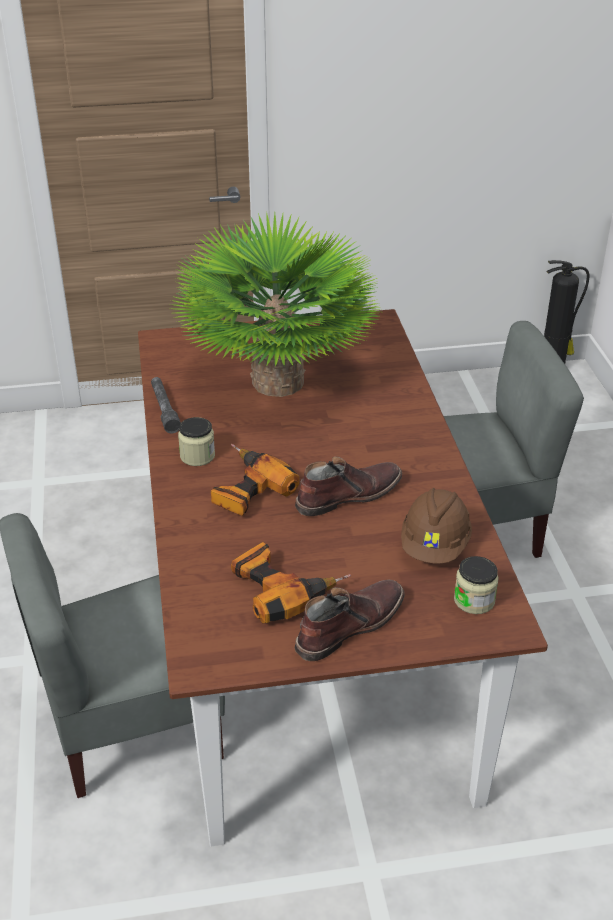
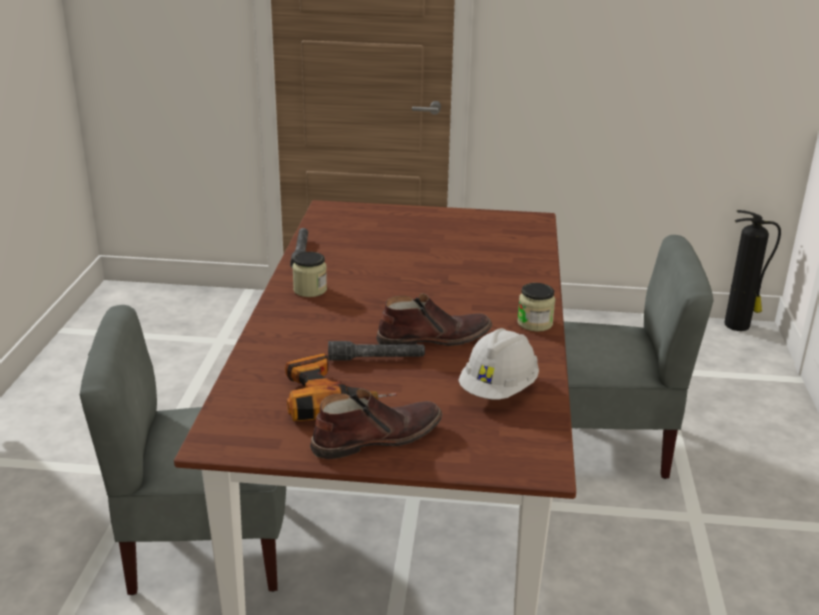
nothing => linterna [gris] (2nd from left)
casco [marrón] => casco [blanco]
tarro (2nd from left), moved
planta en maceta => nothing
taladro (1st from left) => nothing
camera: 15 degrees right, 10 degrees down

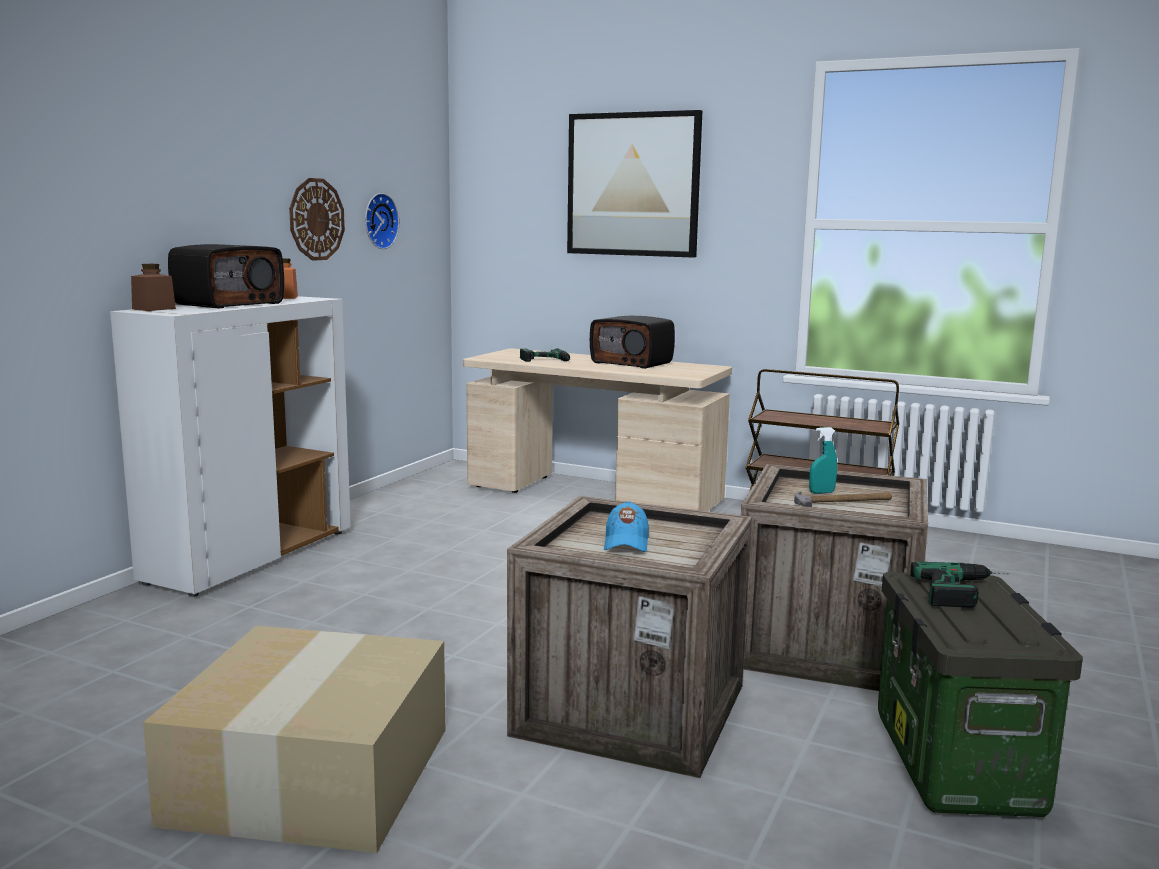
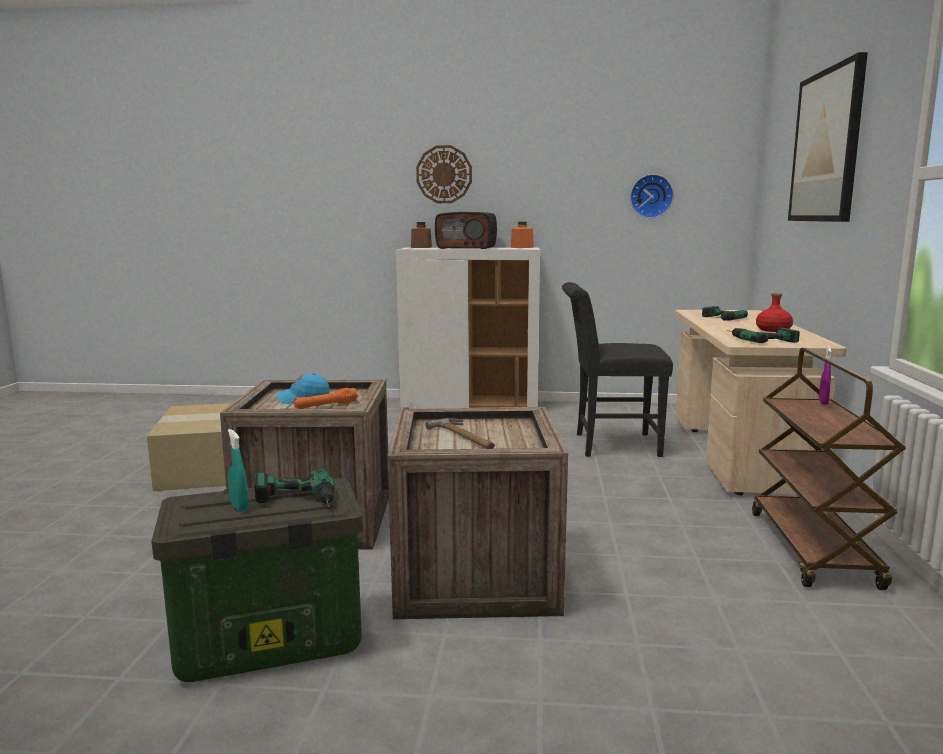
pulverizador [turquesa], moved
nothing => linterna [naranja]
reloj de pared (1st from left), moved
nothing => silla [negro]
nothing => taladro (3rd from left)
radio (2nd from left) => botella [rojo]
nothing => pulverizador [morado]
camera: 70 degrees right, 0 degrees up

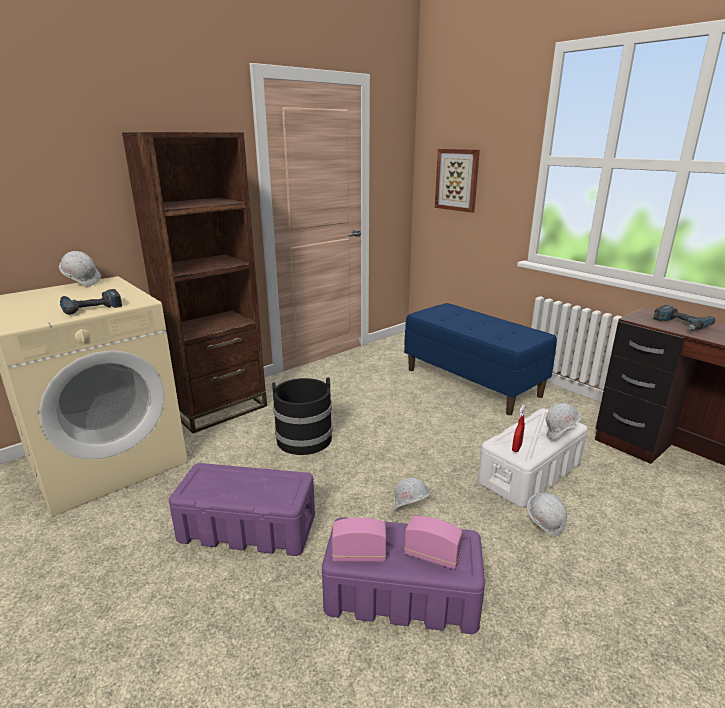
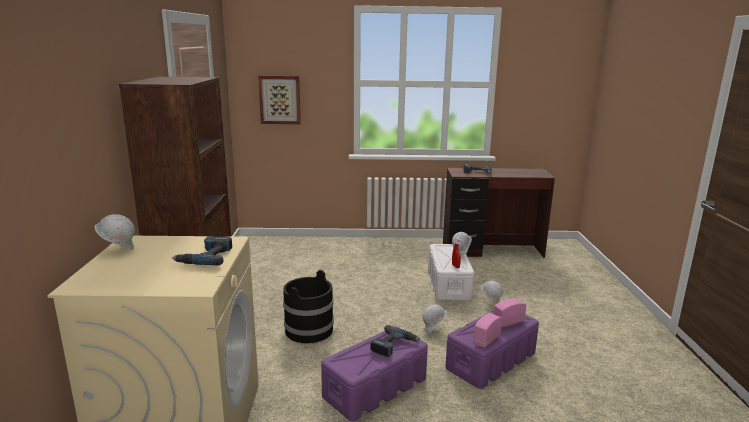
nothing => taladro (2nd from left)
banco [azul] => nothing
camera: 50 degrees left, 5 degrees down

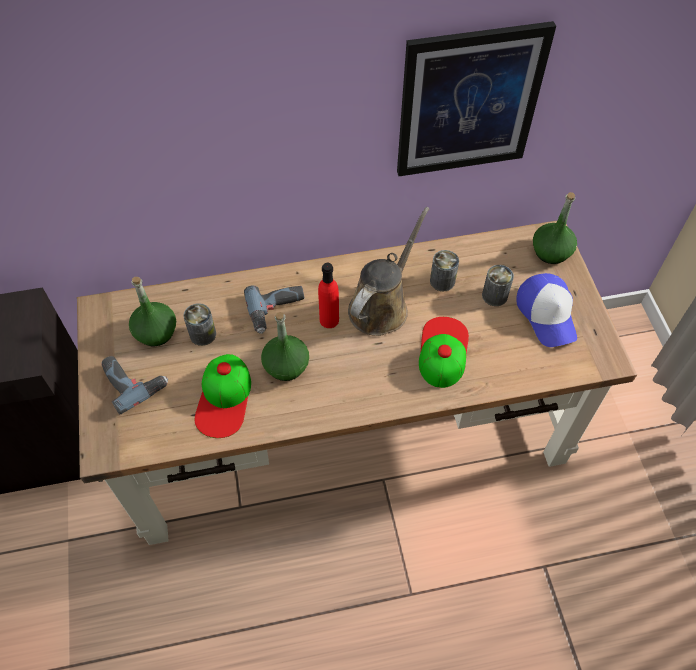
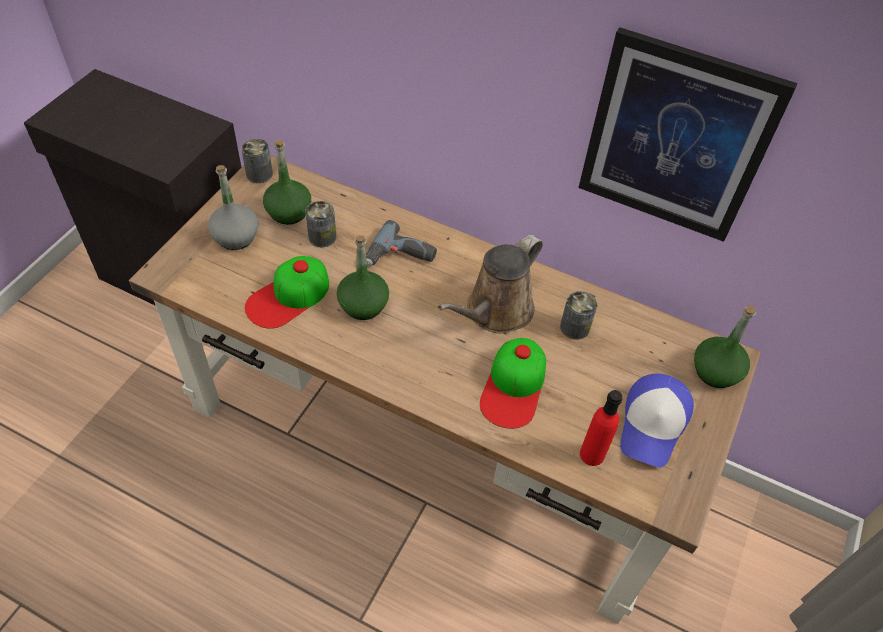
taladro (1st from left) => botella [gris]
lata (3rd from left in the first image) => lata (1st from left), moved
regadera [marrón], 150 degrees clockwise
gorra (2nd from left), 150 degrees clockwise
botella [rojo], moved
camera: 35 degrees right, 5 degrees down

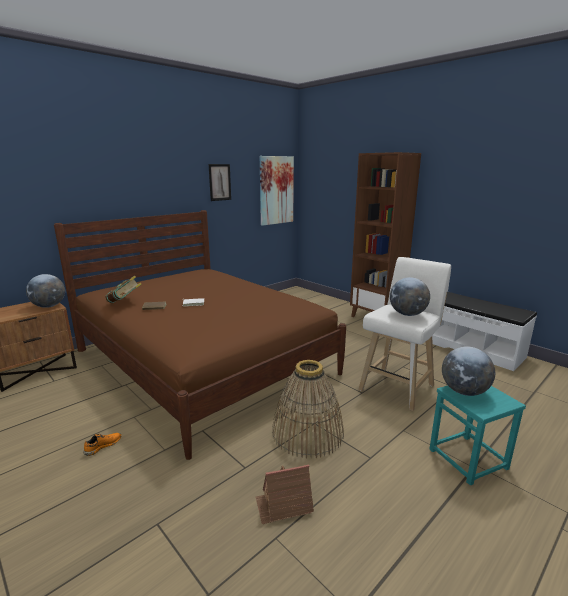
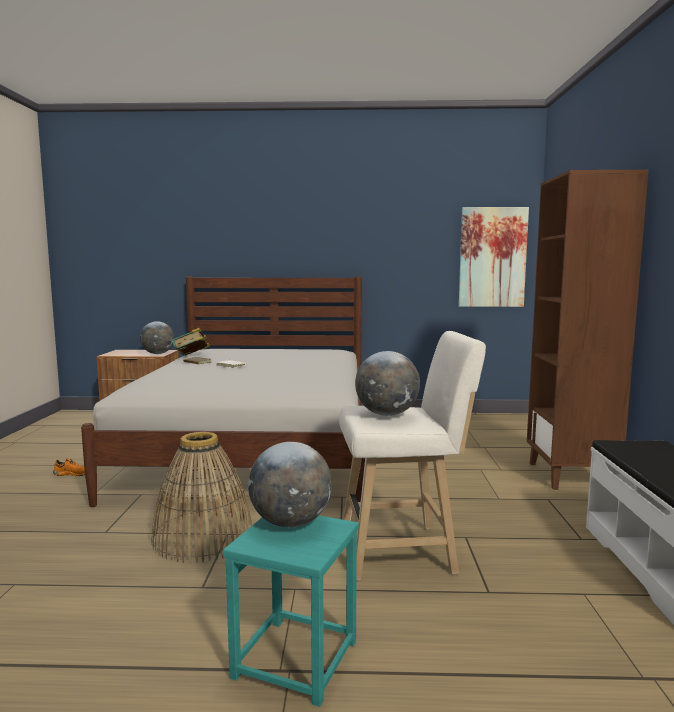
cama [marrón] => cama [blanco]
cuadro (1st from left) => nothing
casita => nothing
camera: 45 degrees right, 10 degrees down

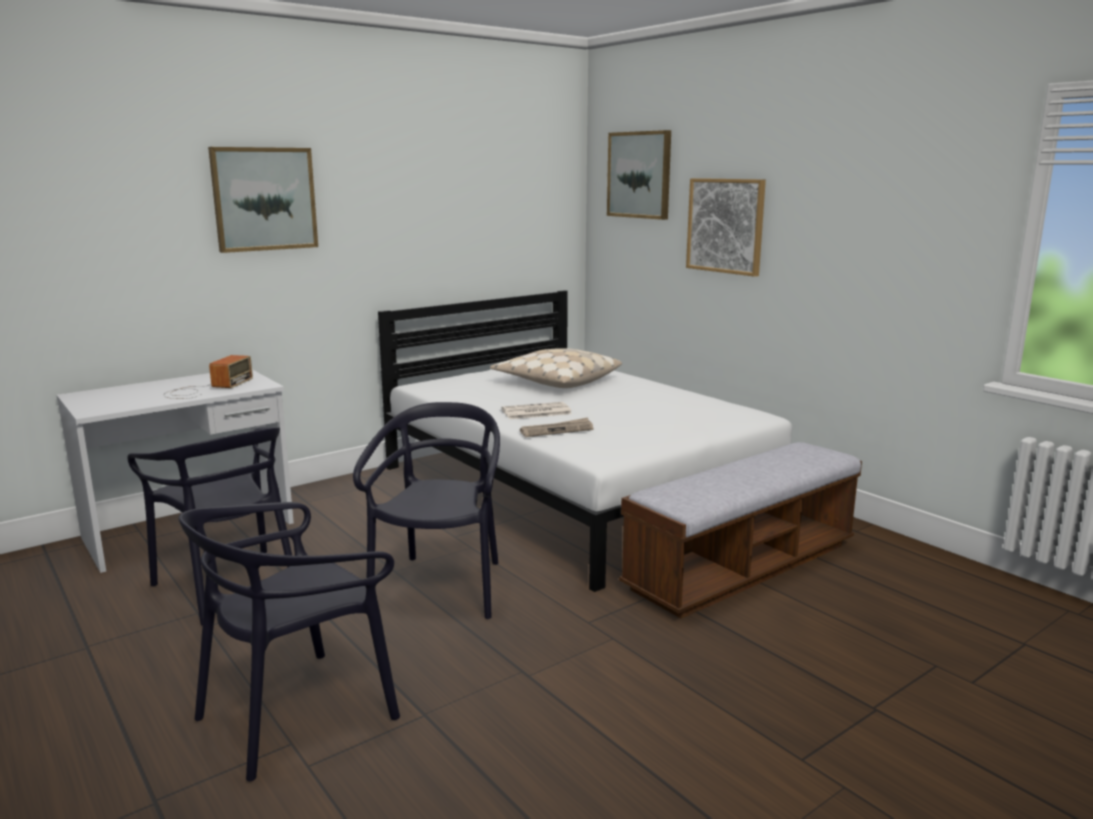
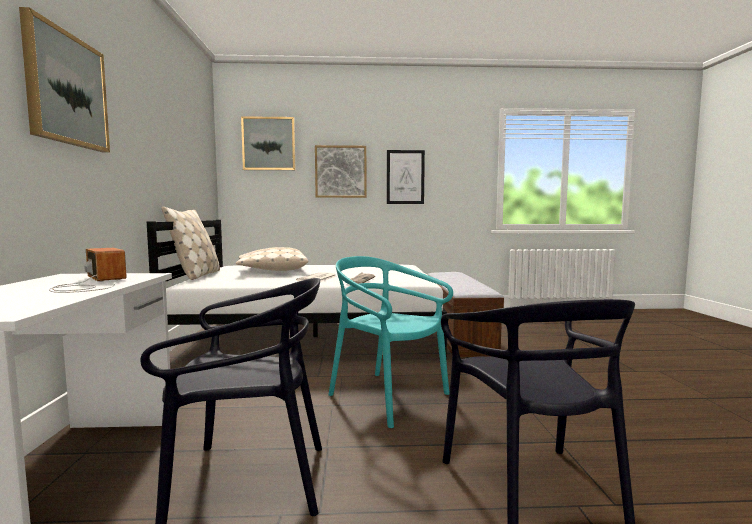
nothing => cojín [beis] (1st from left)
silla [negro] (3rd from left) => silla [turquesa]
nothing => cuadro (4th from left)
camera: 55 degrees left, 10 degrees down

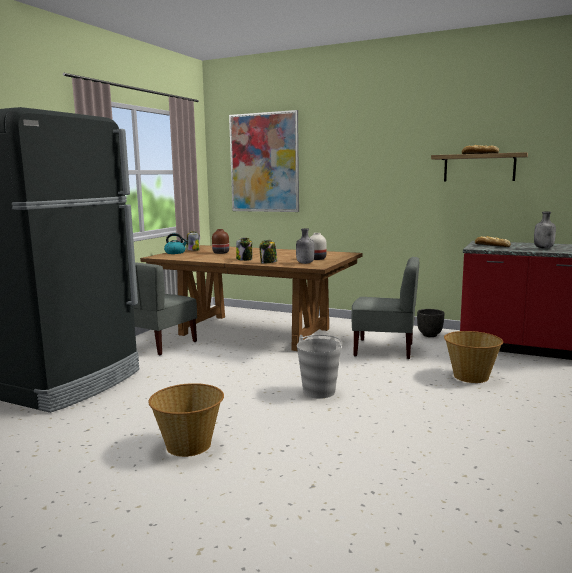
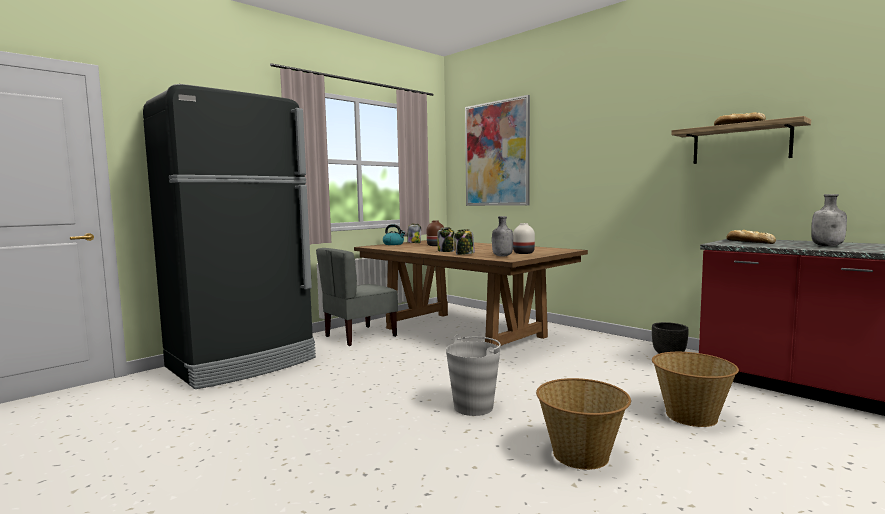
cesta (1st from left), moved
silla [gris] (2nd from left) => nothing
camera: 20 degrees right, 5 degrees down

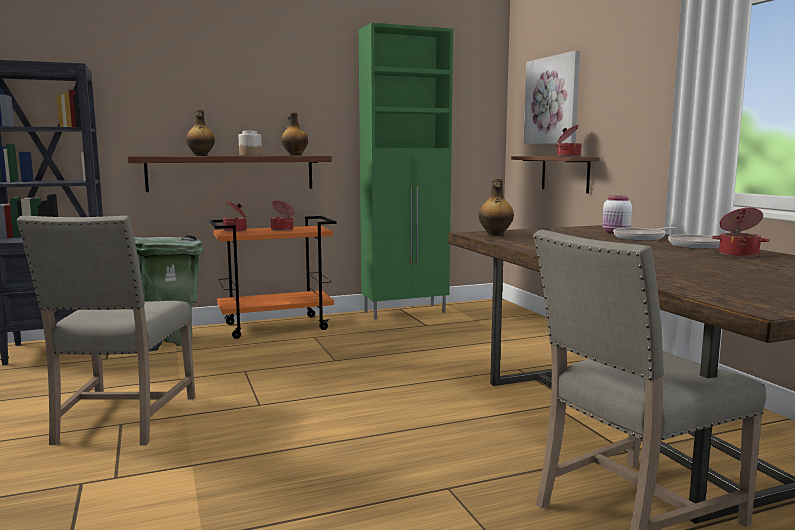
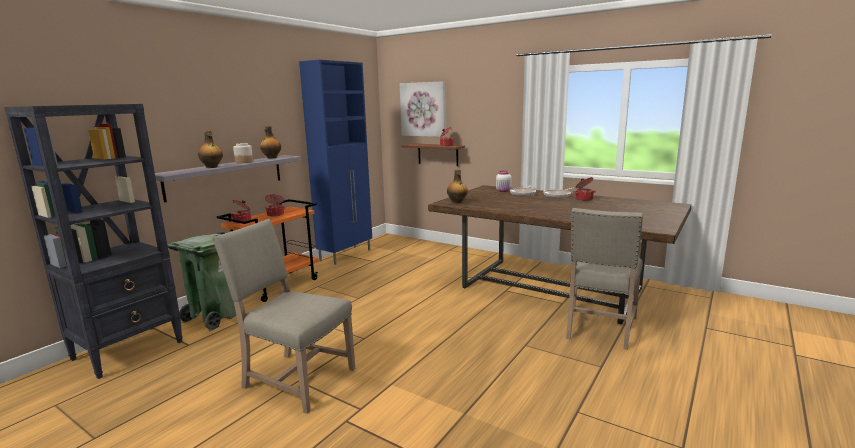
estante [marrón] (1st from left) => estante [gris]
silla [beis] (1st from left), 150 degrees clockwise
armario [verde] => armario [azul]
camera: 35 degrees left, 5 degrees up

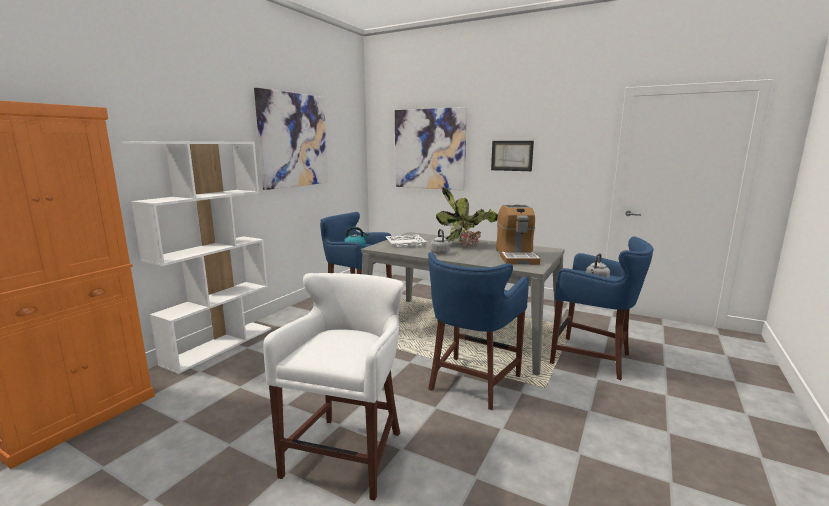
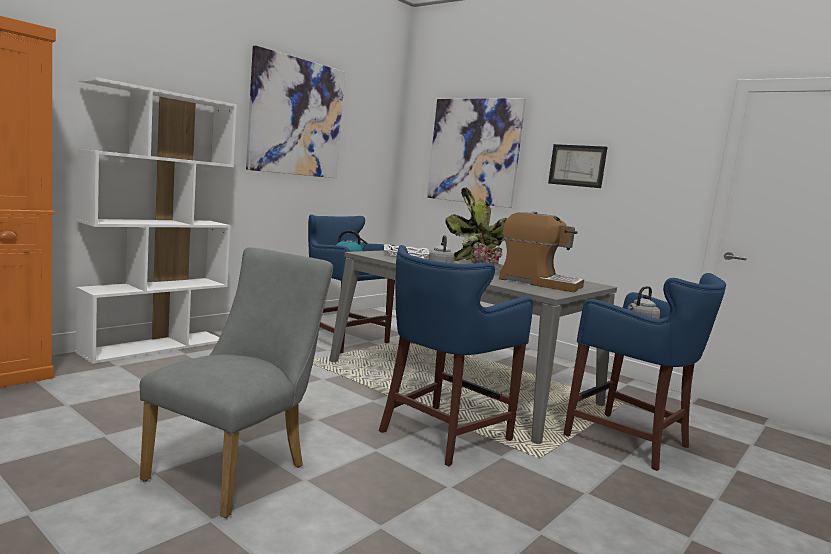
taburete [blanco] => silla [gris]
cafetera, 75 degrees counterclockwise
camera: 10 degrees right, 5 degrees down

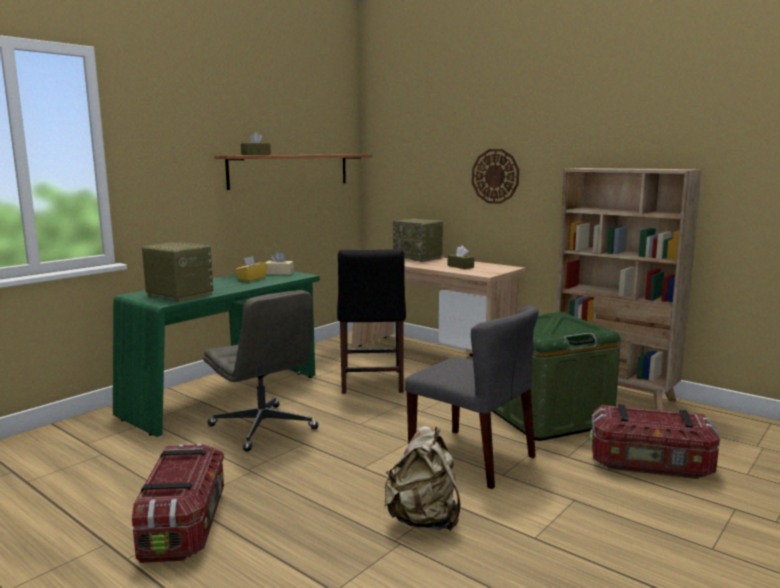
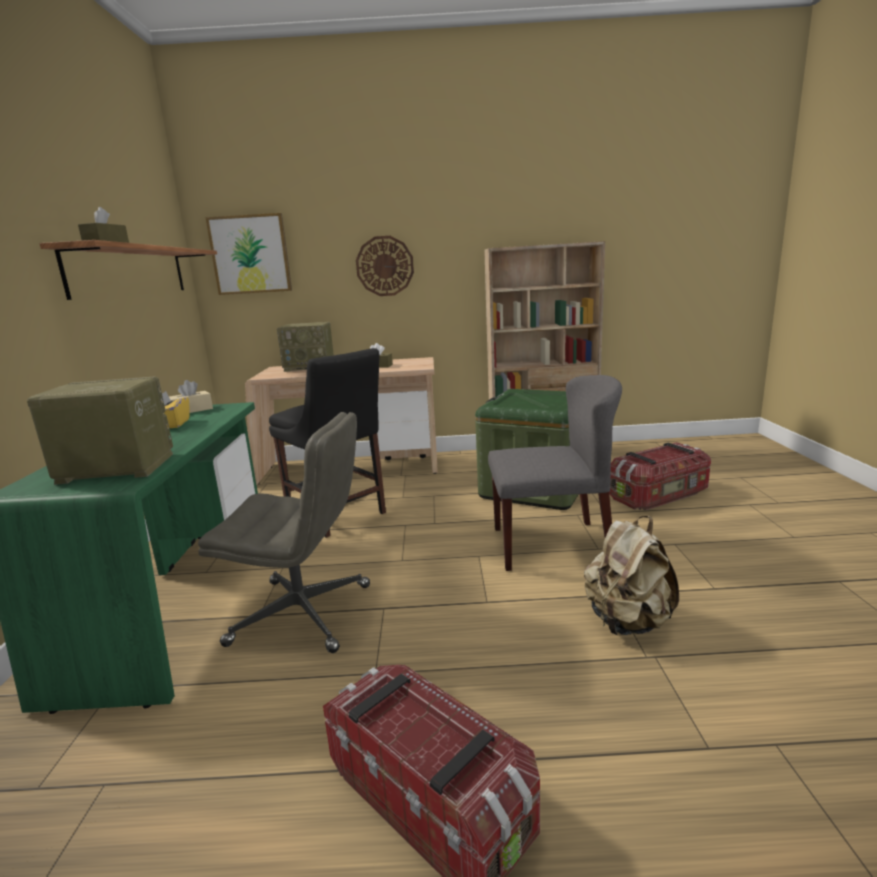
nothing => cuadro
camera: 40 degrees left, 5 degrees up

